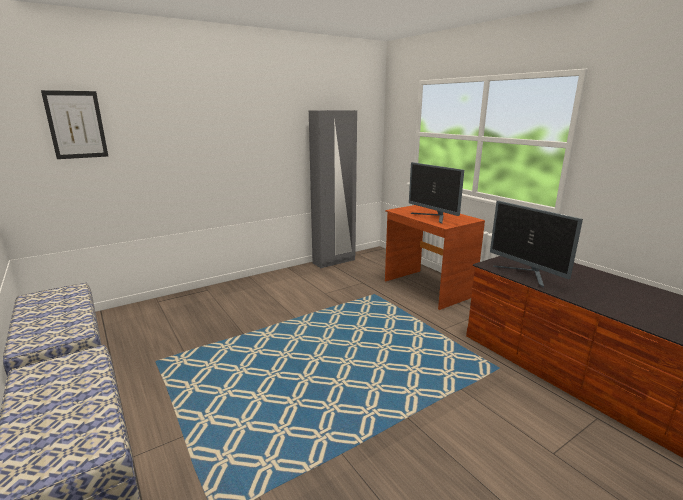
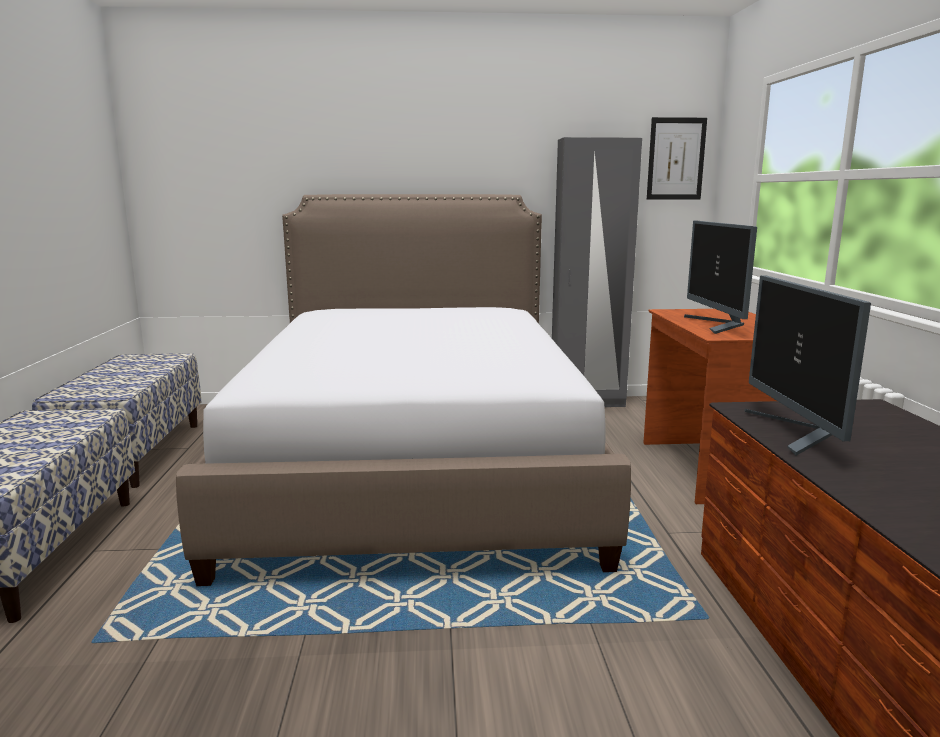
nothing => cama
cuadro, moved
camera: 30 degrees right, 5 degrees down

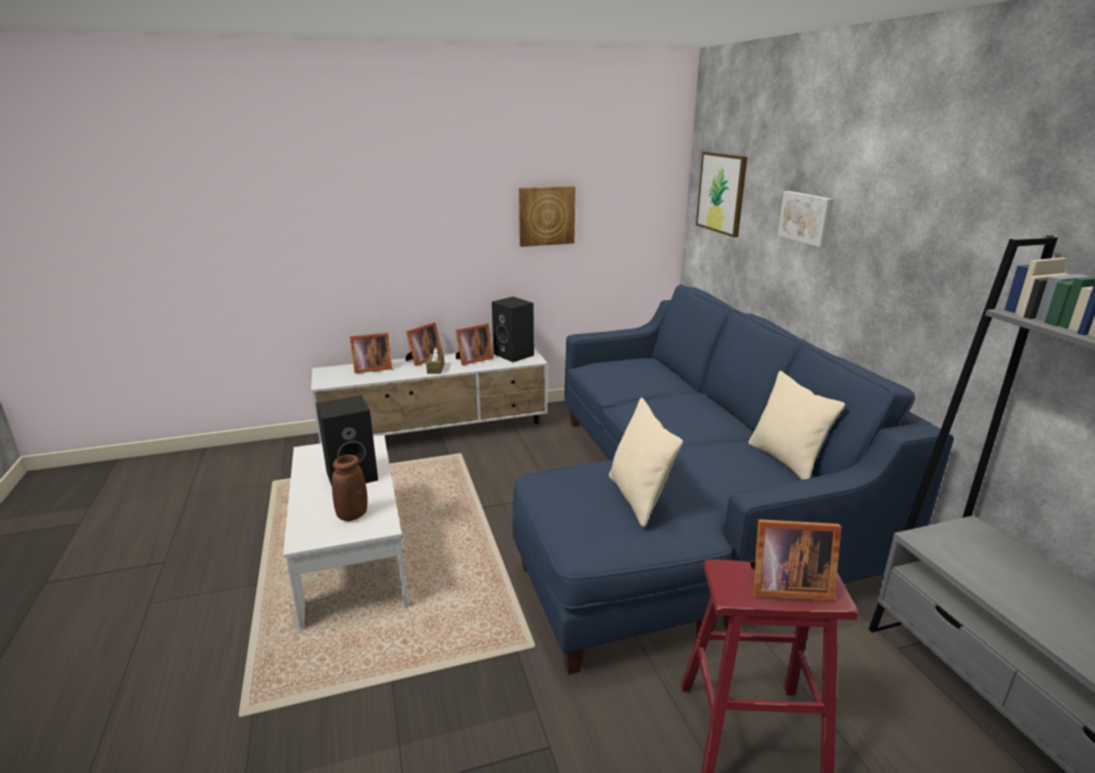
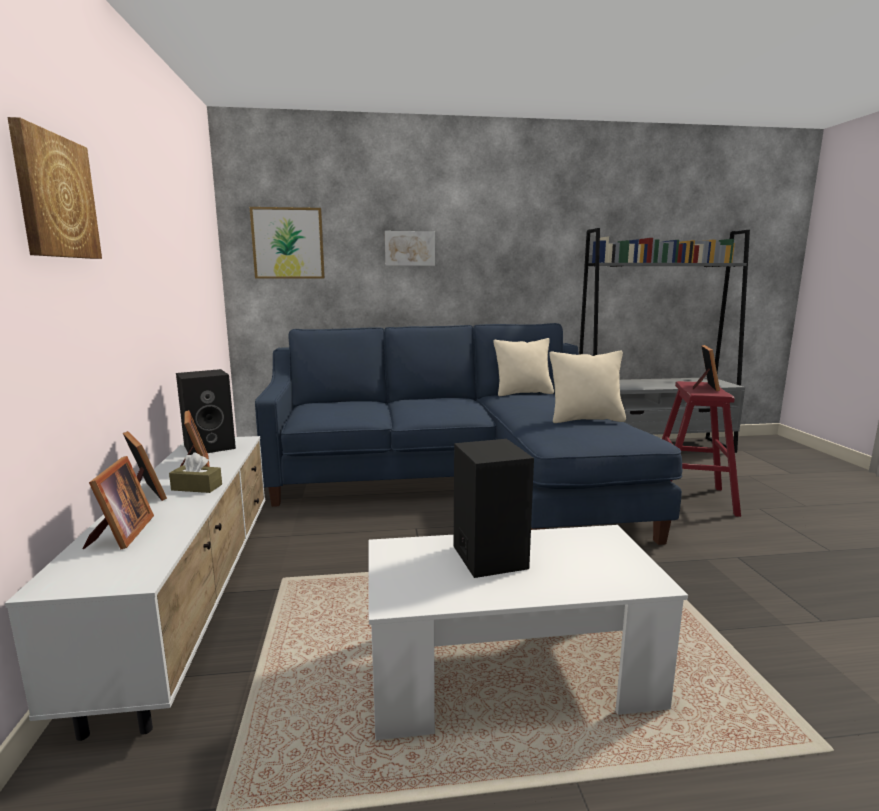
cuadro (1st from left), moved
florero [marrón] => nothing
camera: 80 degrees left, 10 degrees down

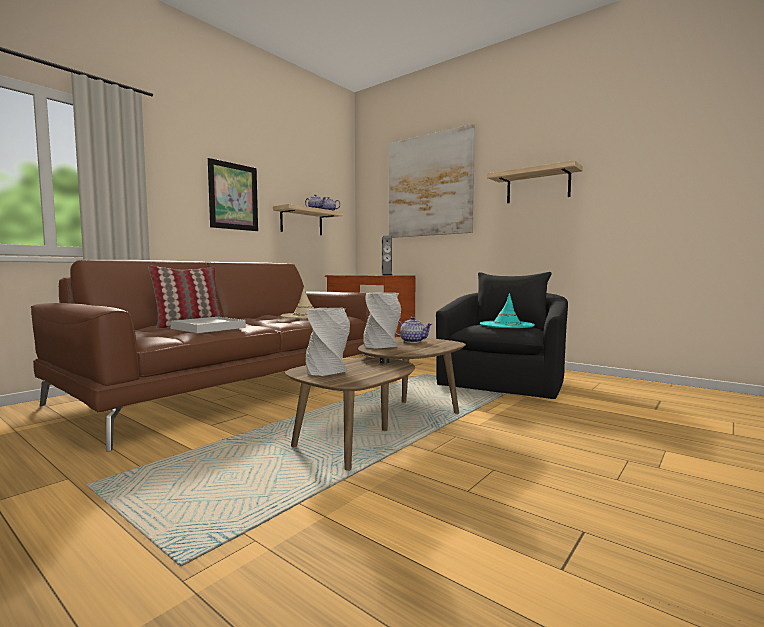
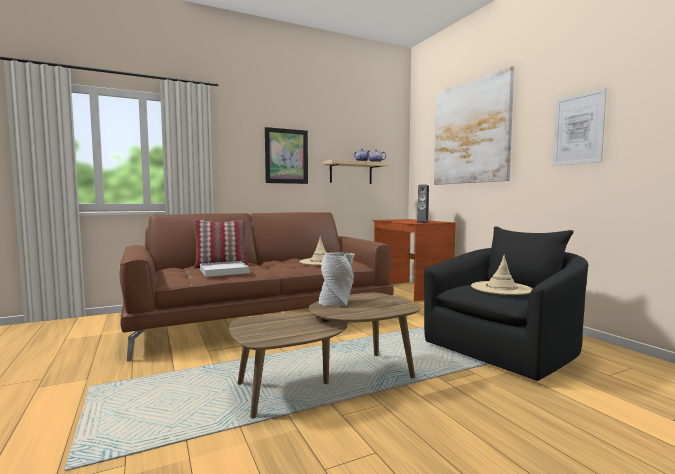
sombrero [turquesa] => sombrero [beis] (2nd from left)
estante (2nd from left) => cuadro (3rd from left)
florero [gris] (1st from left) => nothing
tetera (3rd from left) => nothing
camera: 25 degrees right, 0 degrees up

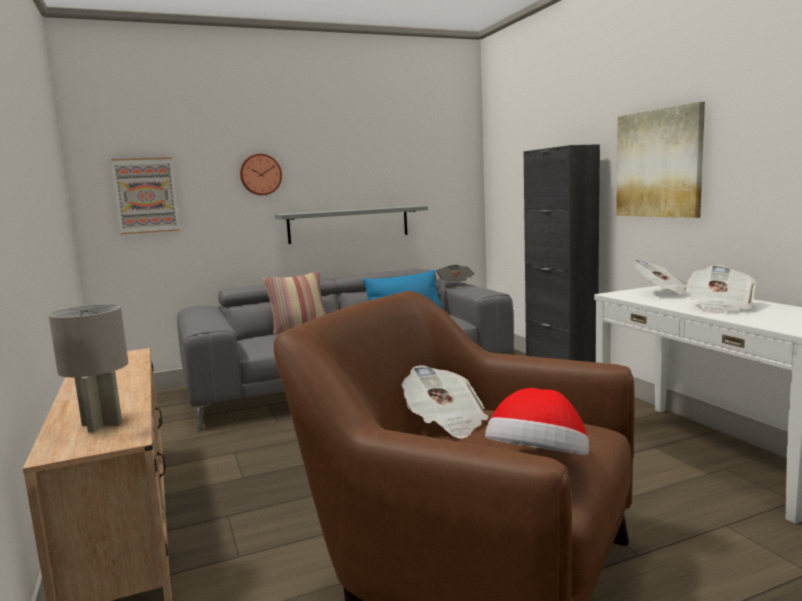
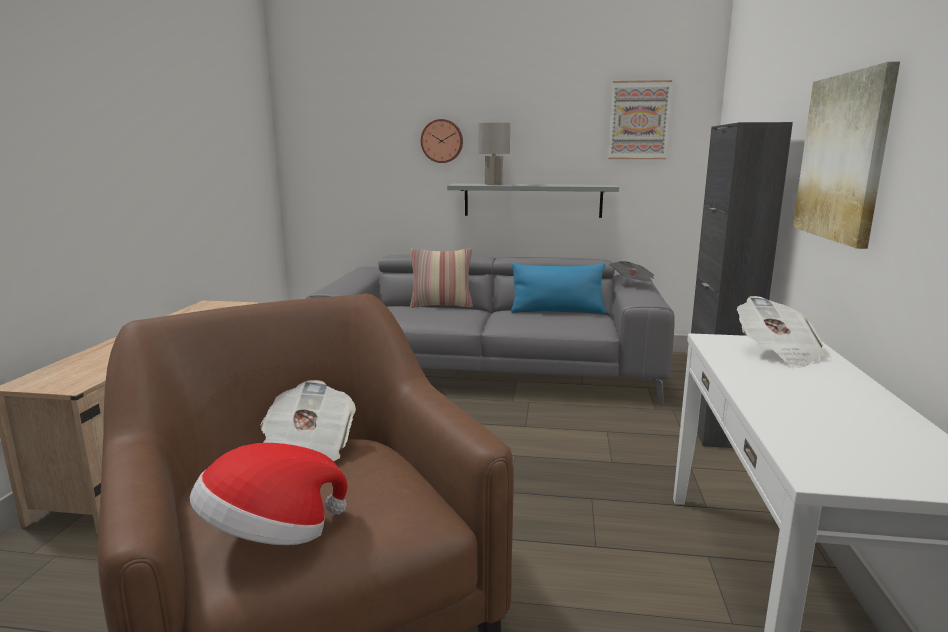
lámpara de mesa [gris], moved
cuadro (1st from left), moved
periódico (4th from left) => nothing
camera: 30 degrees right, 5 degrees up

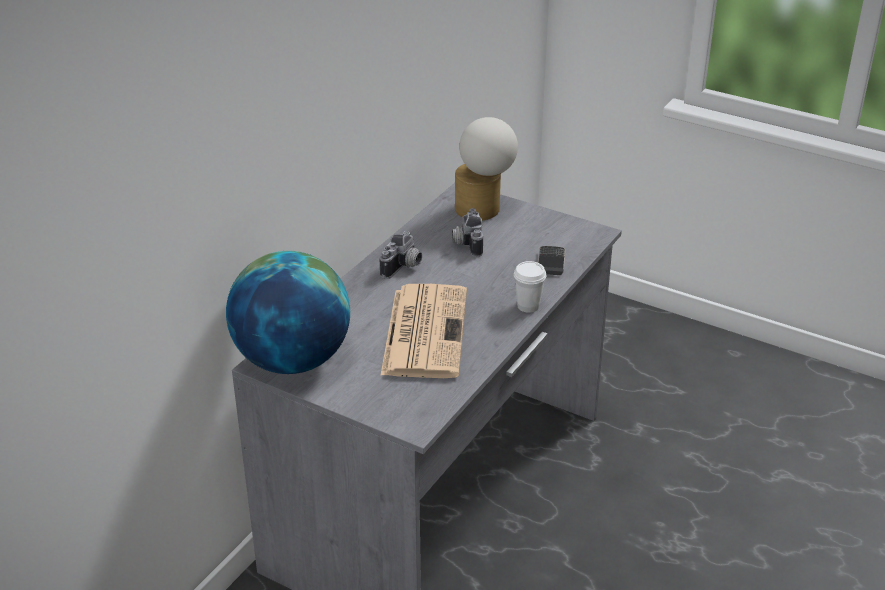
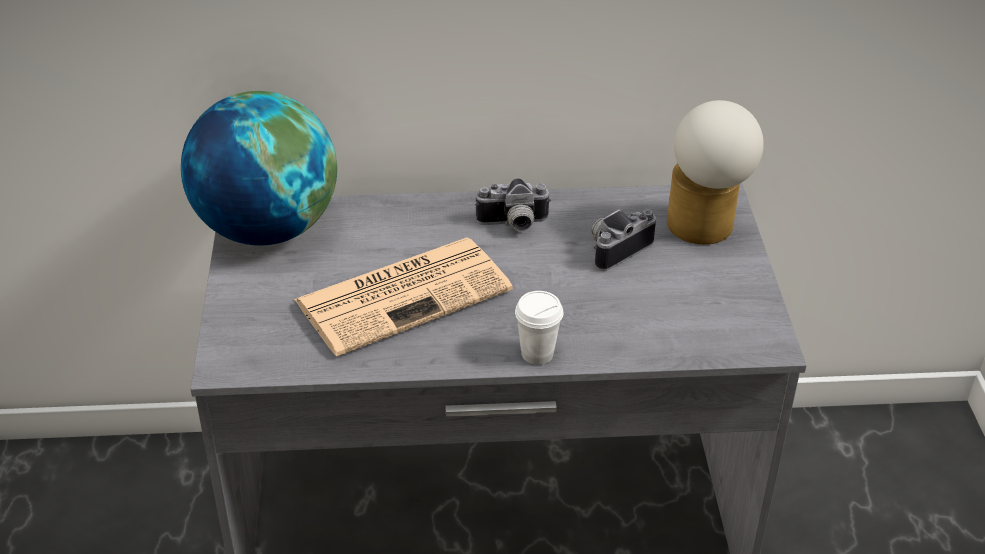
móvil => nothing
camera: 55 degrees right, 5 degrees up

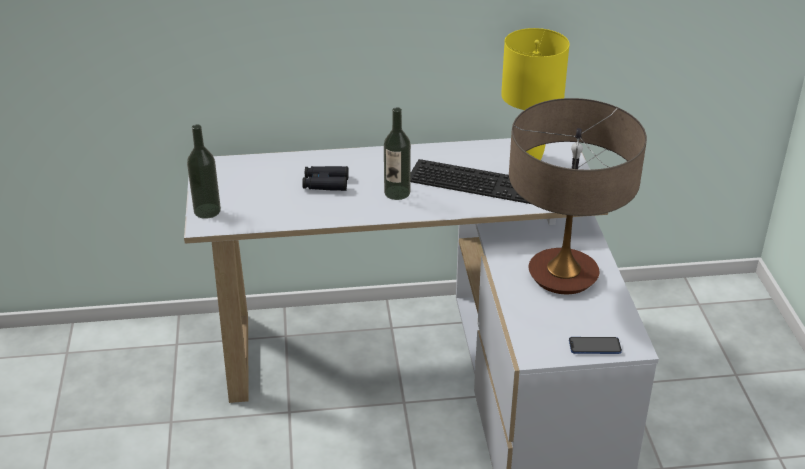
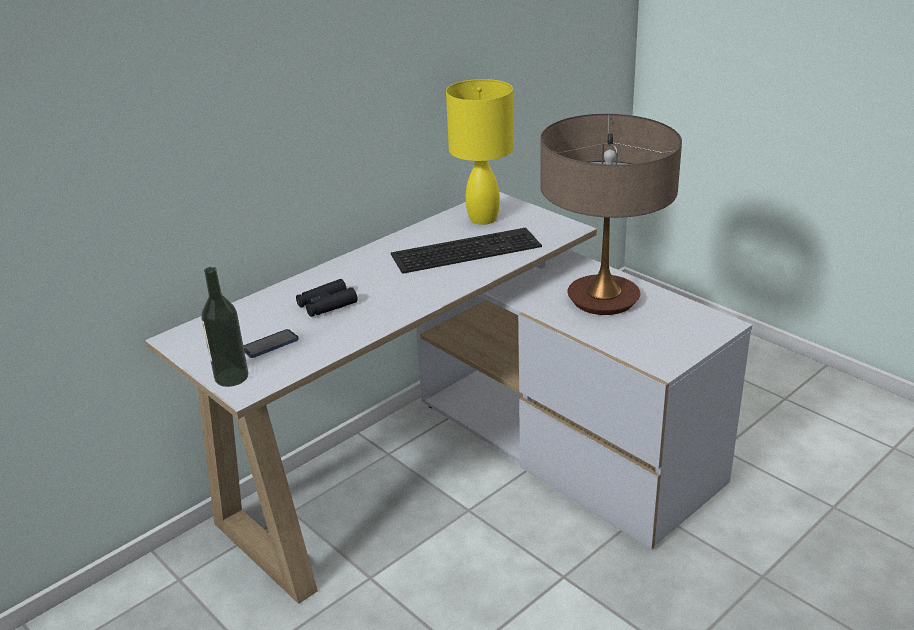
móvil, moved
botella (2nd from left) => nothing
camera: 35 degrees left, 5 degrees down

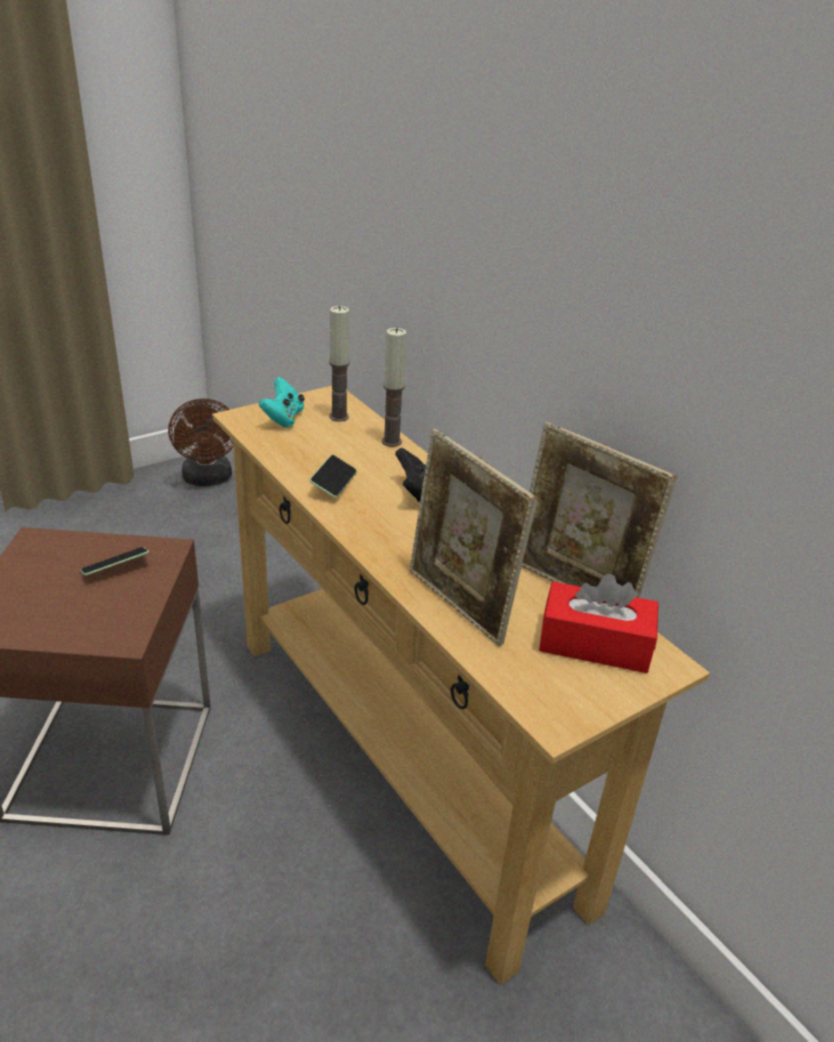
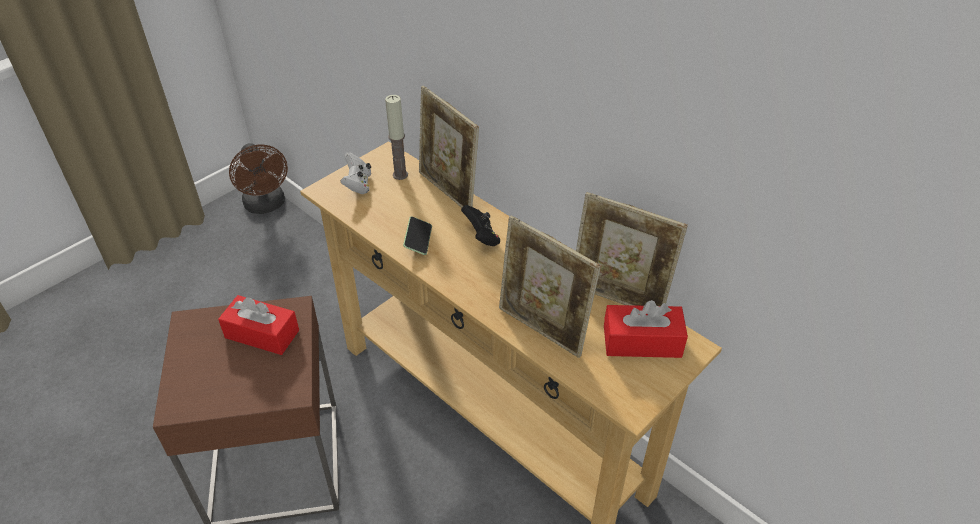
móvil (1st from left) => caja de pañuelos [rojo] (1st from left)
mando de consola [turquesa] => mando de consola [blanco]
vela (2nd from left) => portarretratos (1st from left)
camera: 10 degrees left, 10 degrees up

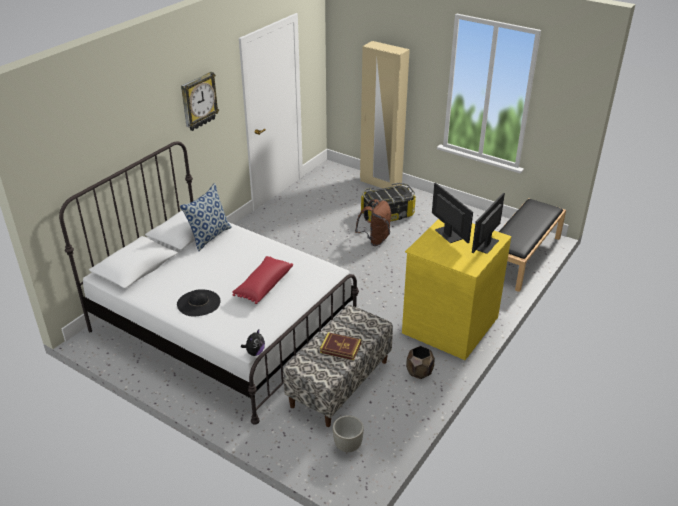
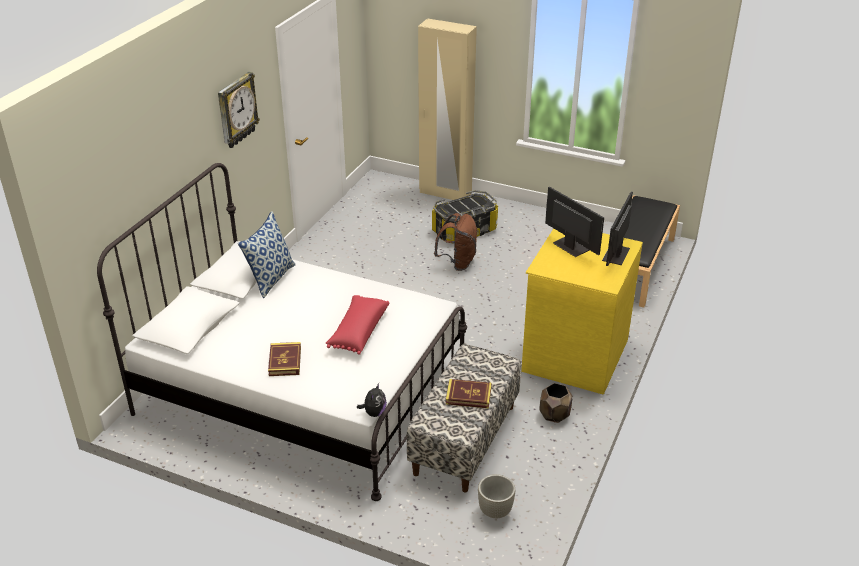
sombrero [negro] => libro (1st from left)
camera: 10 degrees left, 0 degrees up

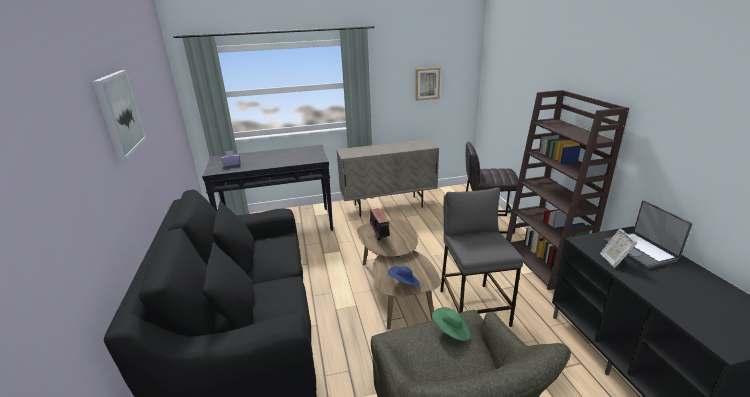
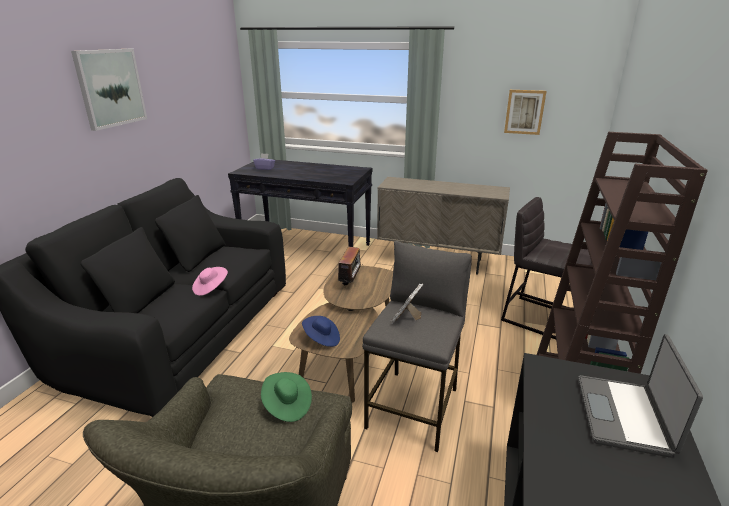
nothing => sombrero [rosa]
portarretratos, moved
camera: 30 degrees right, 0 degrees up

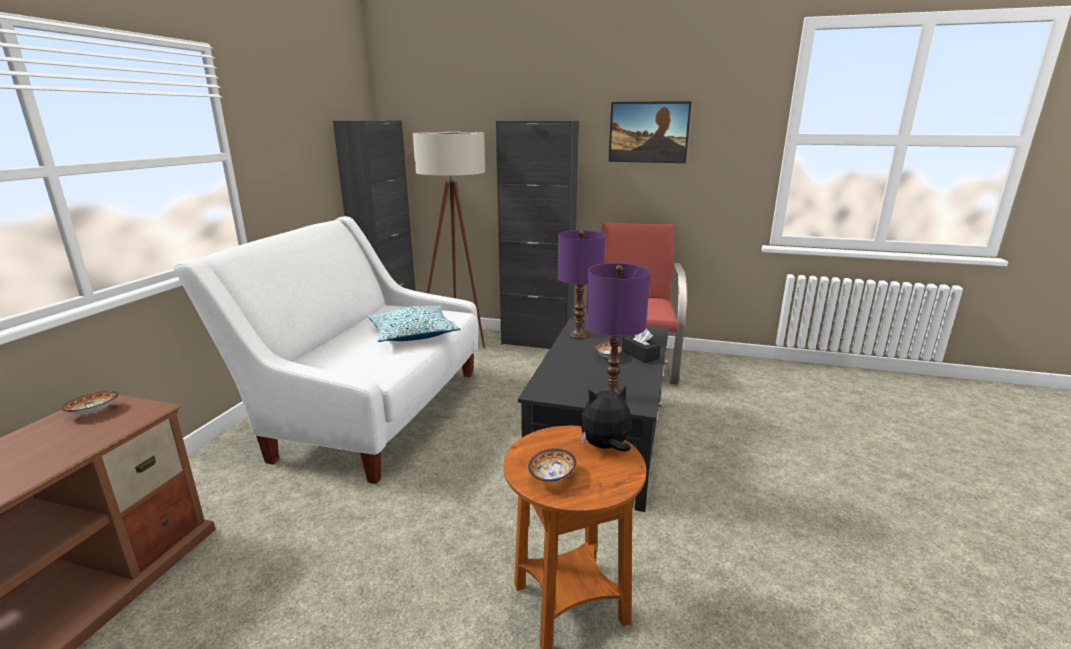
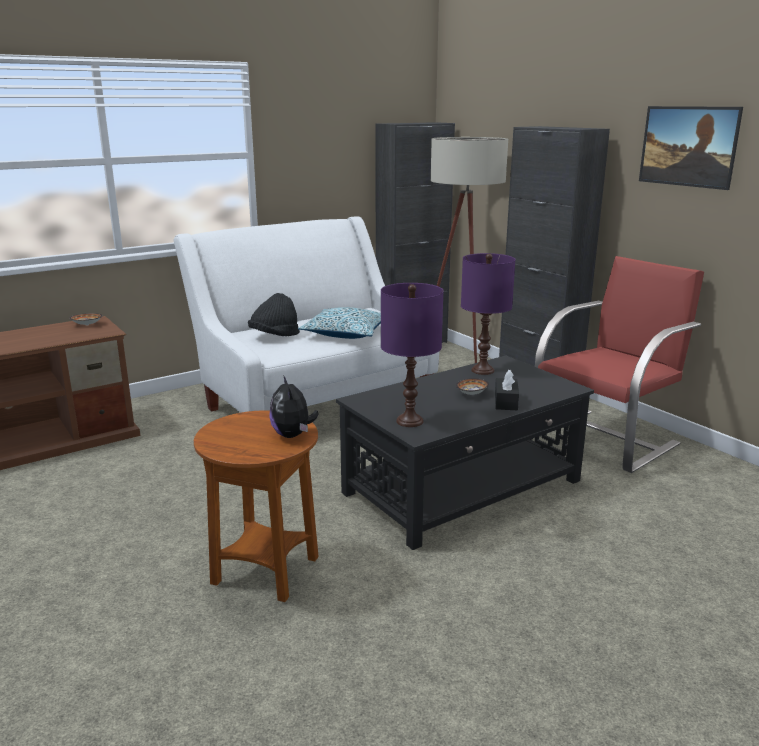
nothing => sombrero [negro]
peluche, 135 degrees counterclockwise
cuenco (2nd from left) => nothing
camera: 40 degrees right, 0 degrees up

